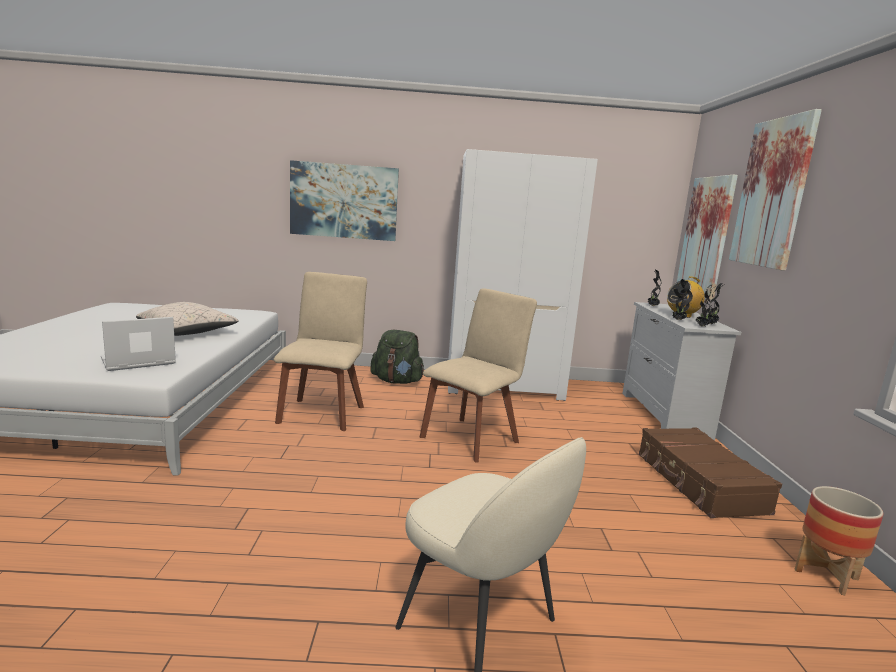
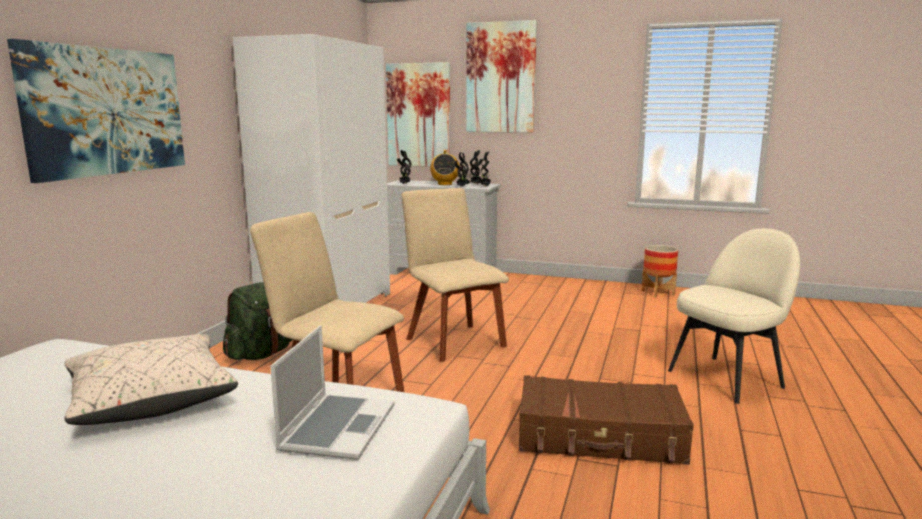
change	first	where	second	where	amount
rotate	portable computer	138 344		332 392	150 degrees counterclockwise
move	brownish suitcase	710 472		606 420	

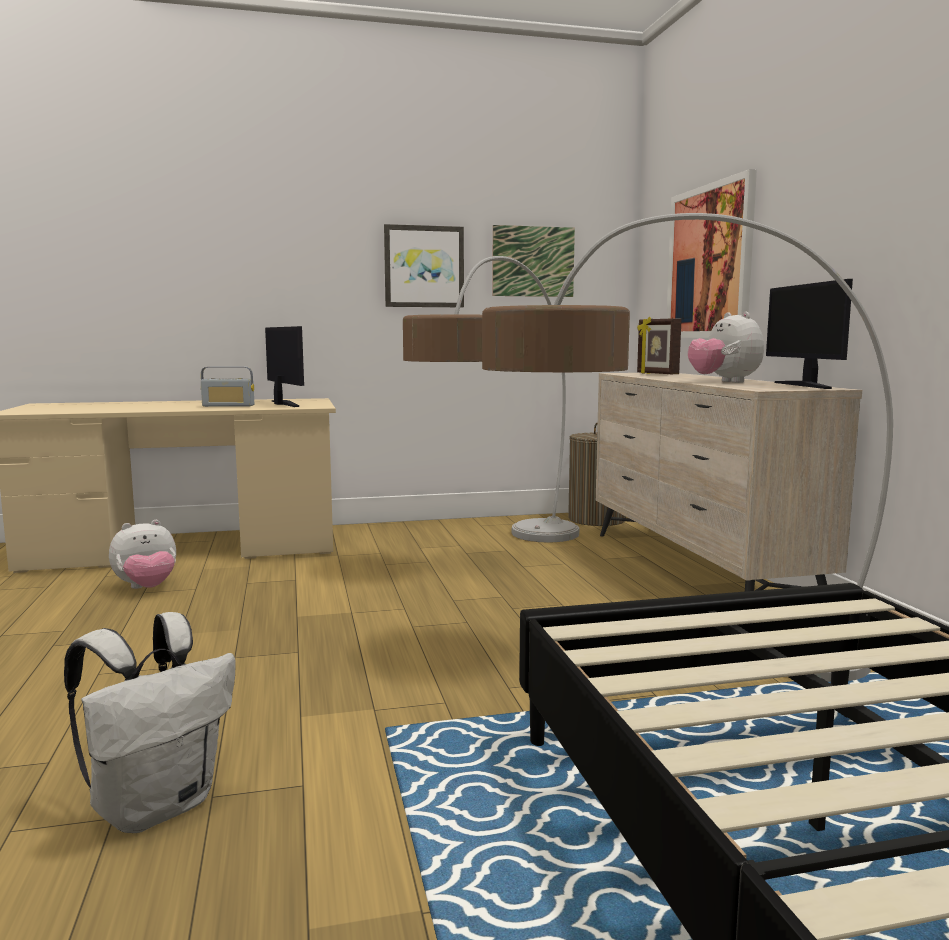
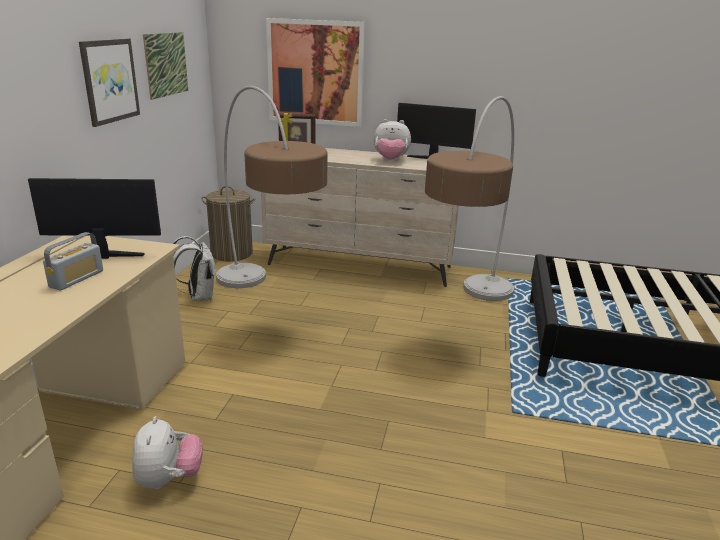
change	first	where	second	where	amount
move	whitish rucksack	149 722		194 268	

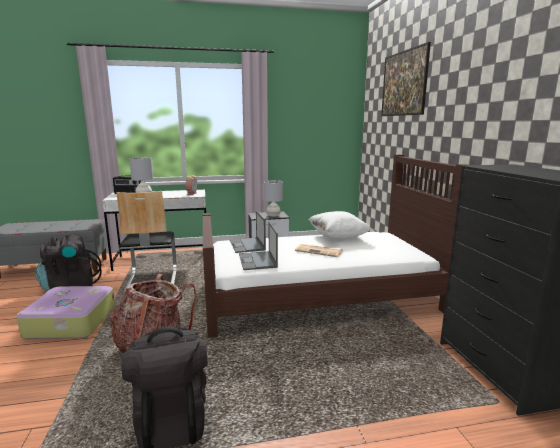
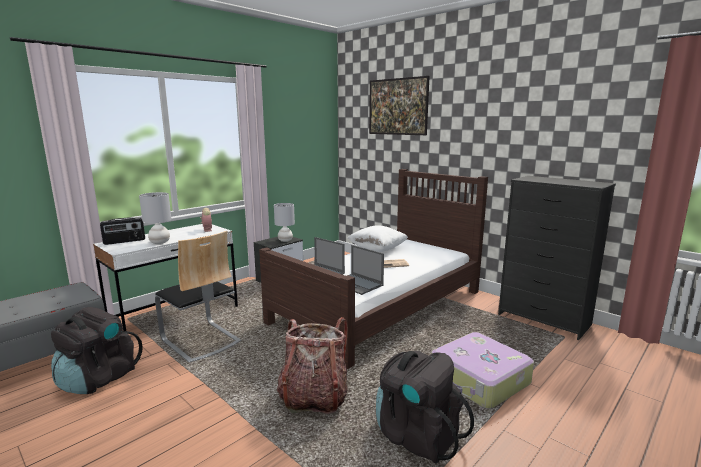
change	first	where	second	where	amount
move	suitcase	66 312		482 370	

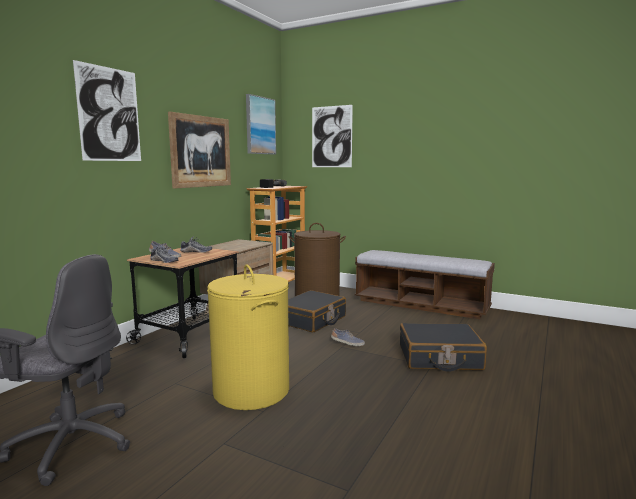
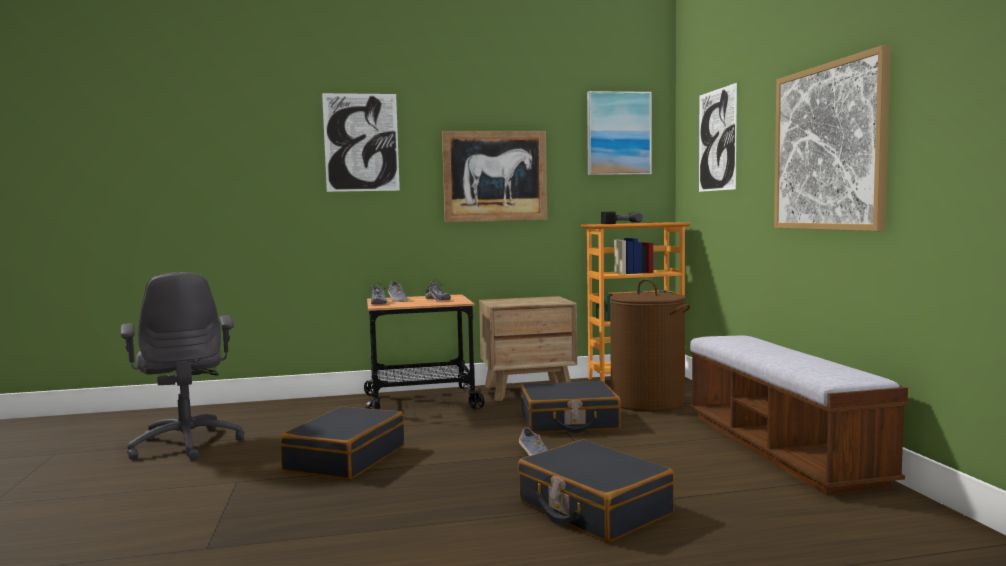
change	first	where	second	where	amount
replace	yellowish hamper	248 337	blackish suitcase	342 443	
insert			picture	832 138	

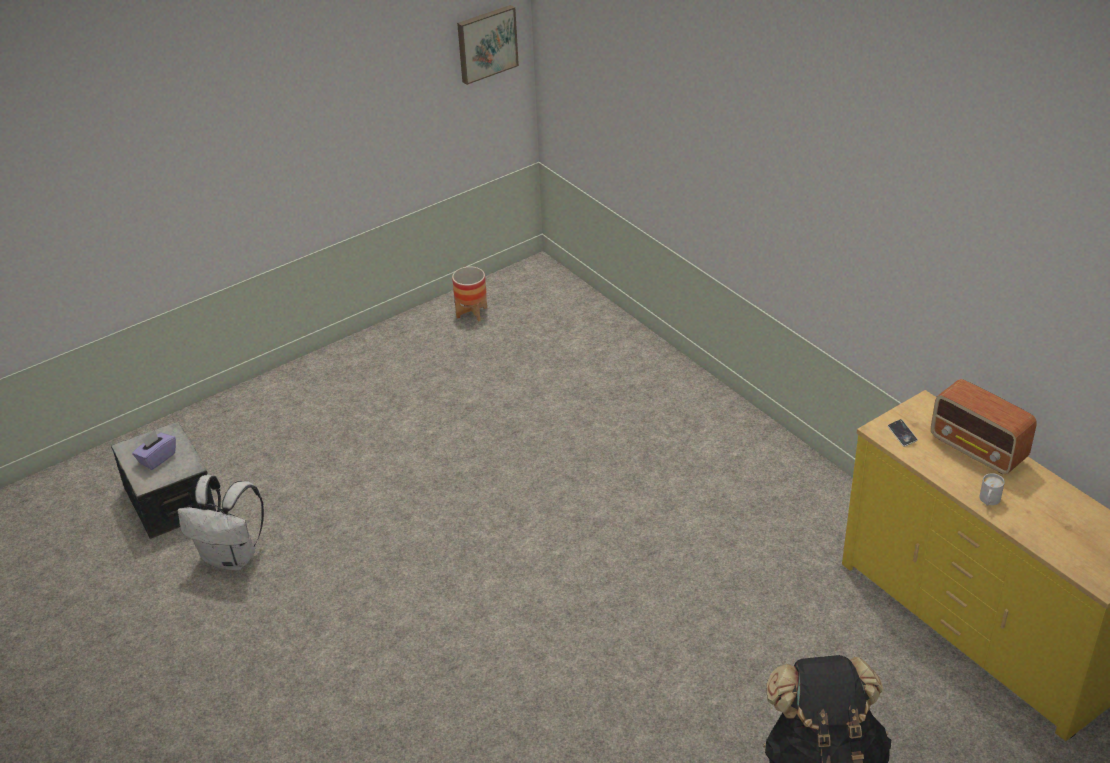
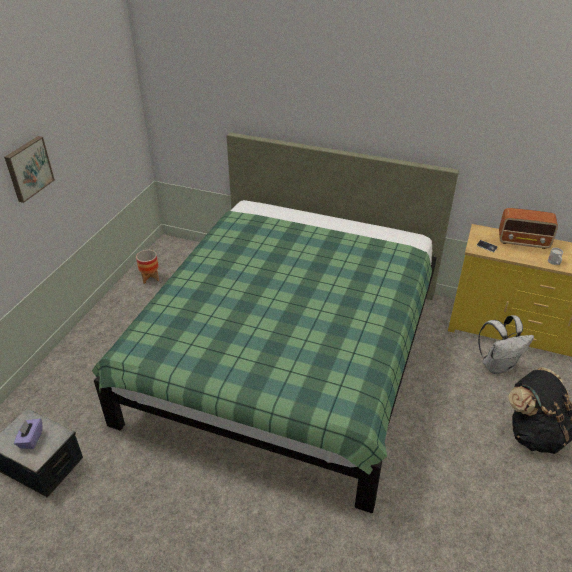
change	first	where	second	where	amount
move	picture	488 45		29 169	
insert			green bed	275 322	
move	whitish rucksack	221 523		506 344	

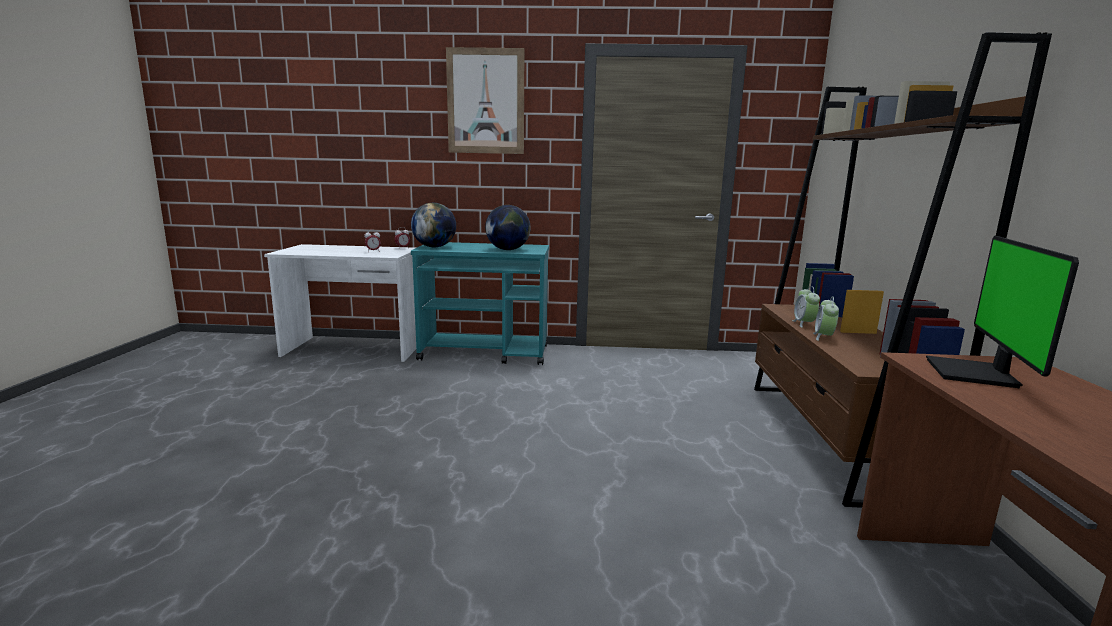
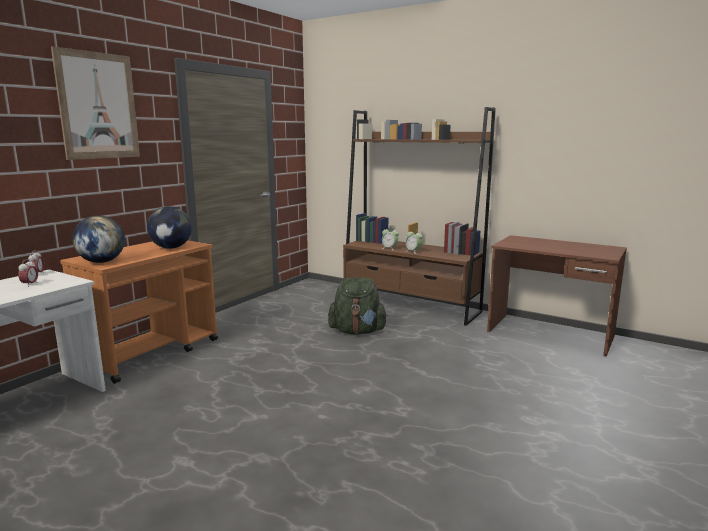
change	first	where	second	where	amount
recolor	blue-green cart	480 303	orangey cart	139 312	
insert			green rucksack	358 306	
delete	monitor	1002 312			

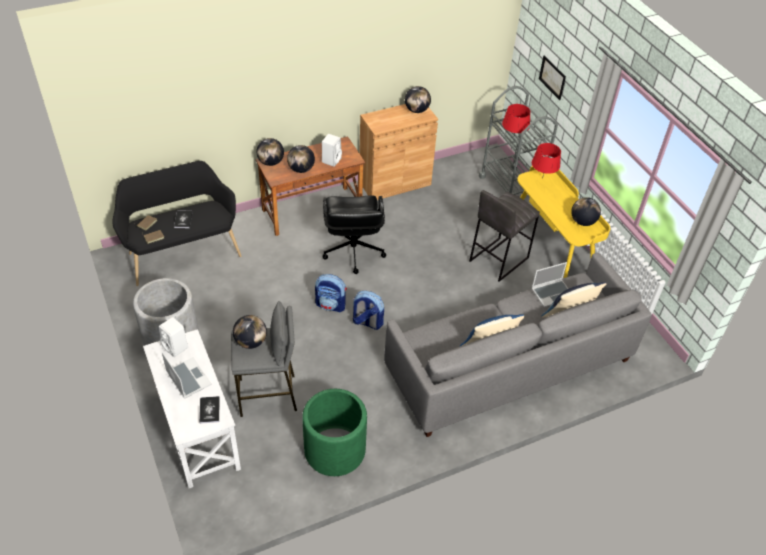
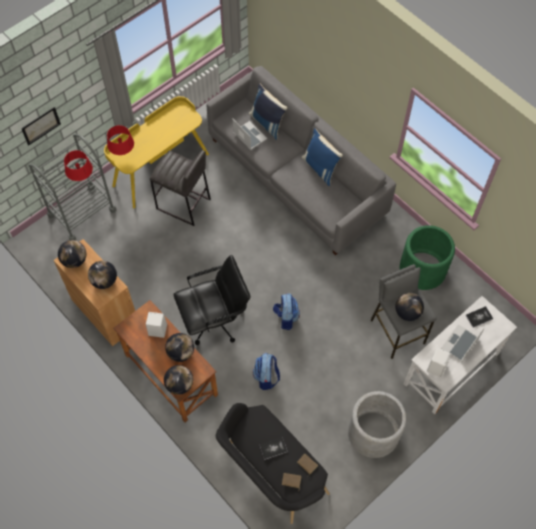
change	first	where	second	where	amount
move	desk globe	586 211		102 275	
move	rucksack	368 310		266 371	

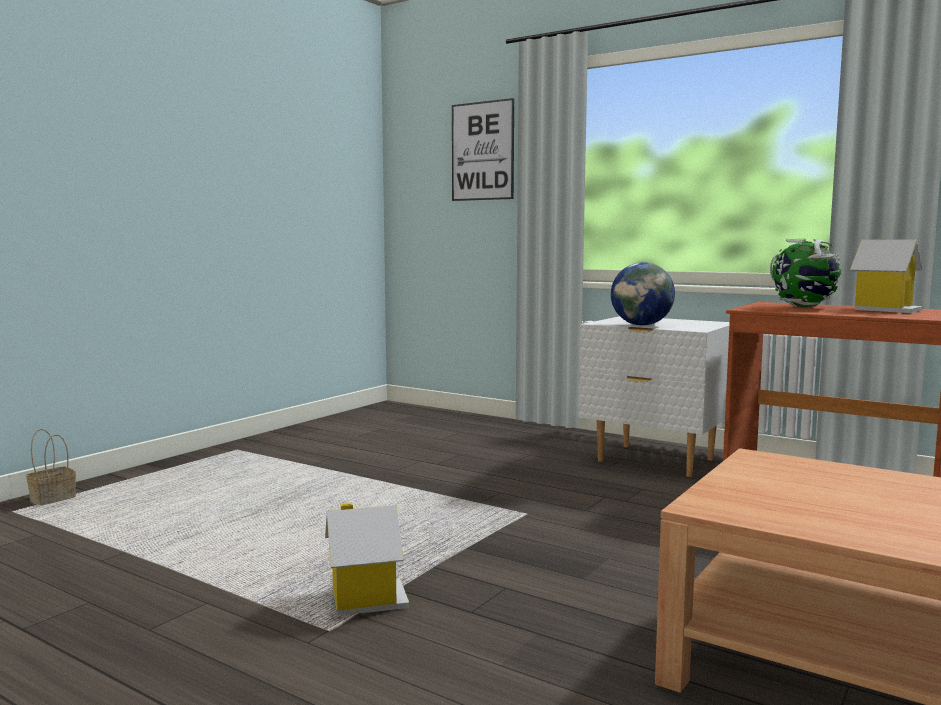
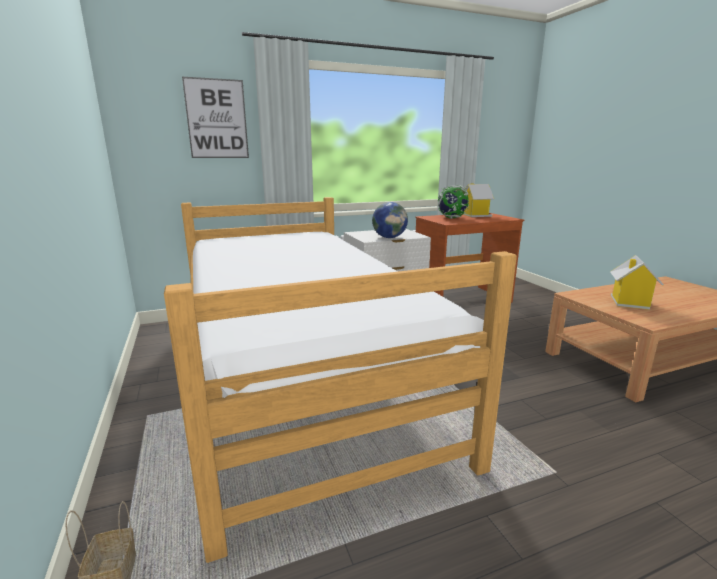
change	first	where	second	where	amount
insert			bed	340 380	
move	miniature house	367 559		637 282	

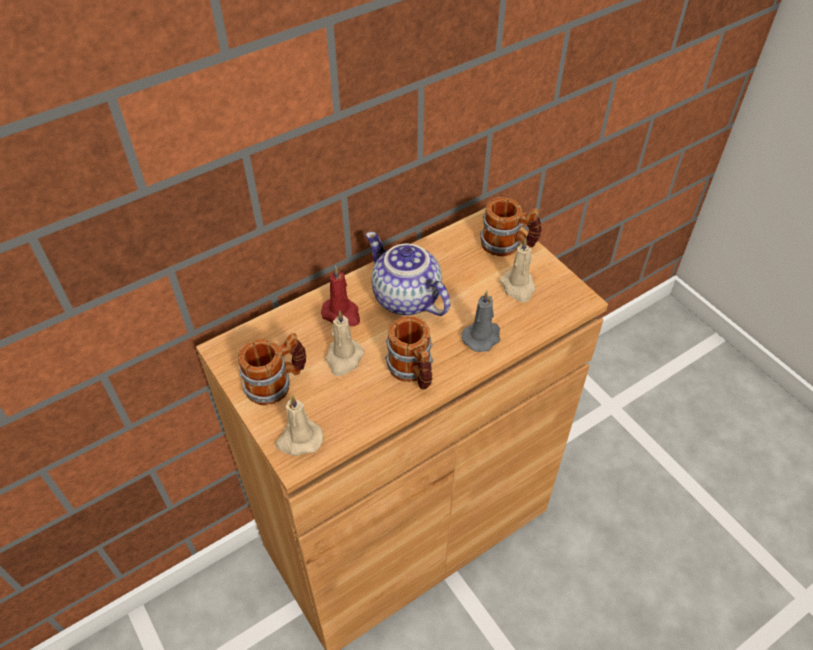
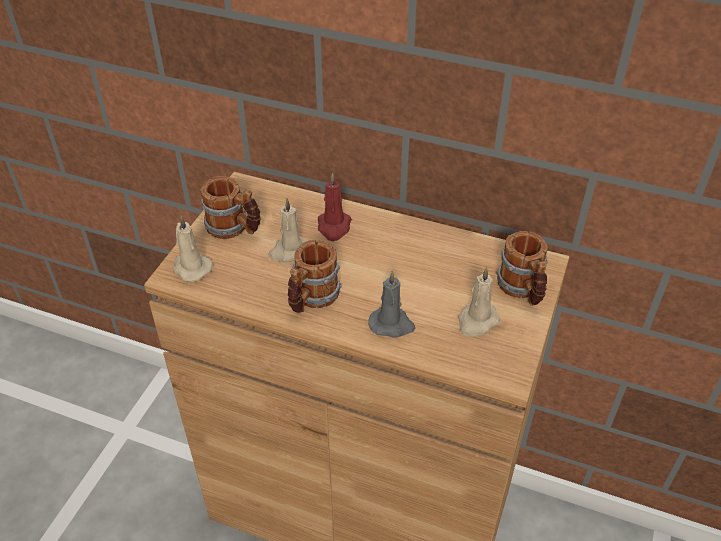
change	first	where	second	where	amount
delete	tea pot	408 274			

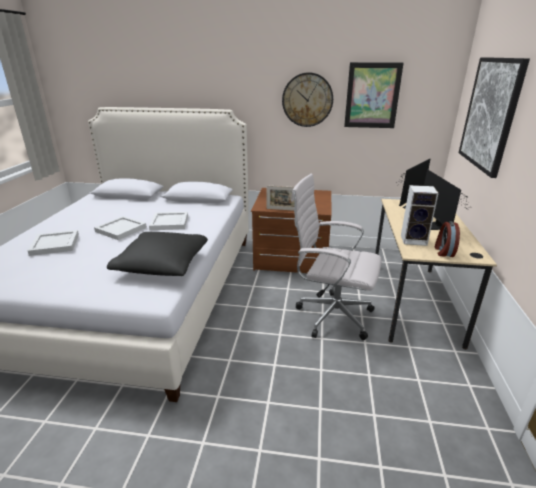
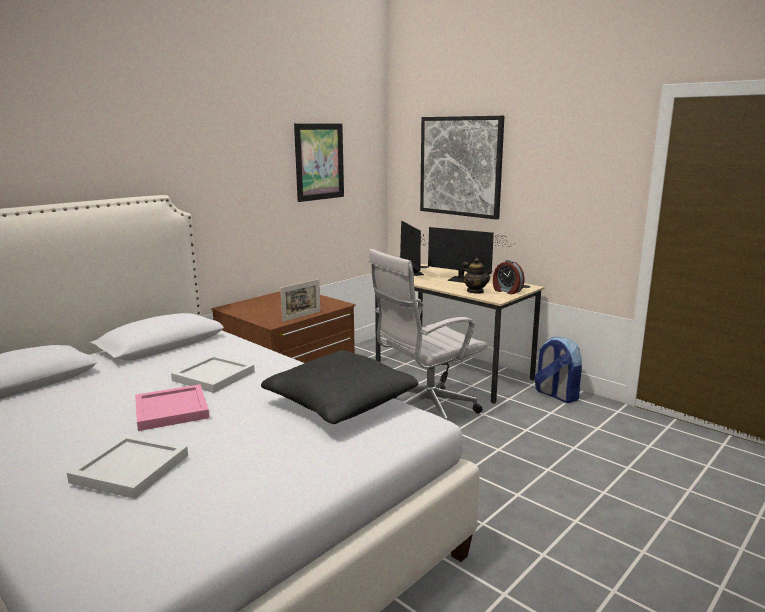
change	first	where	second	where	amount
recolor	whitish tray	120 228	pink-coloured tray	172 407	
replace	audio speaker	420 215	tea pot	476 276	
insert			rucksack	558 370	
delete	wall clock	307 99			

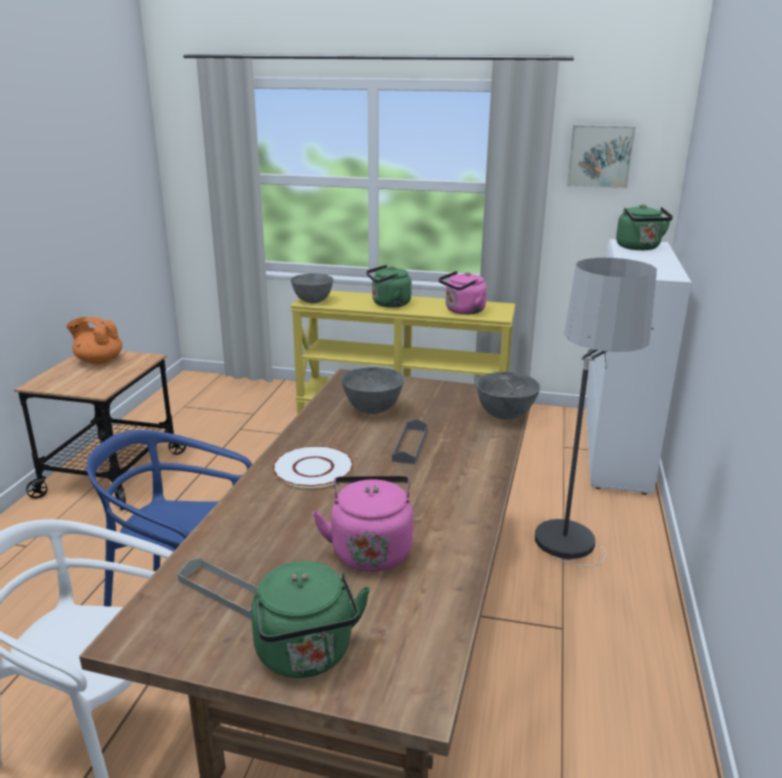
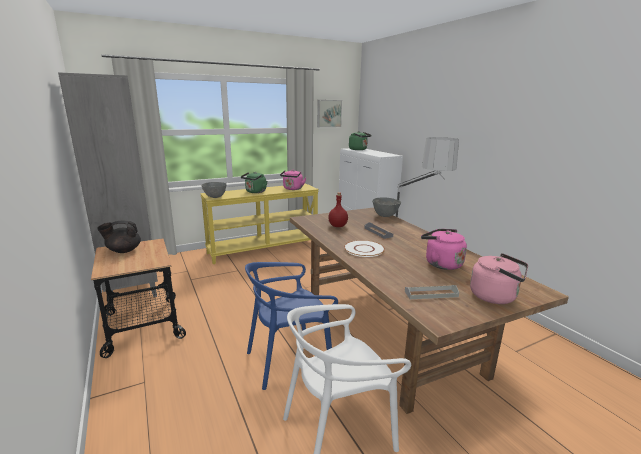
change	first	where	second	where	amount
insert			greyish bookcase	108 184	
recolor	orangey tea pot	94 341	blackish tea pot	119 236	
replace	greyish bowl	372 390	red bottle	338 209	
recolor	green water kettle	310 619	pink-coloured water kettle	499 278	

